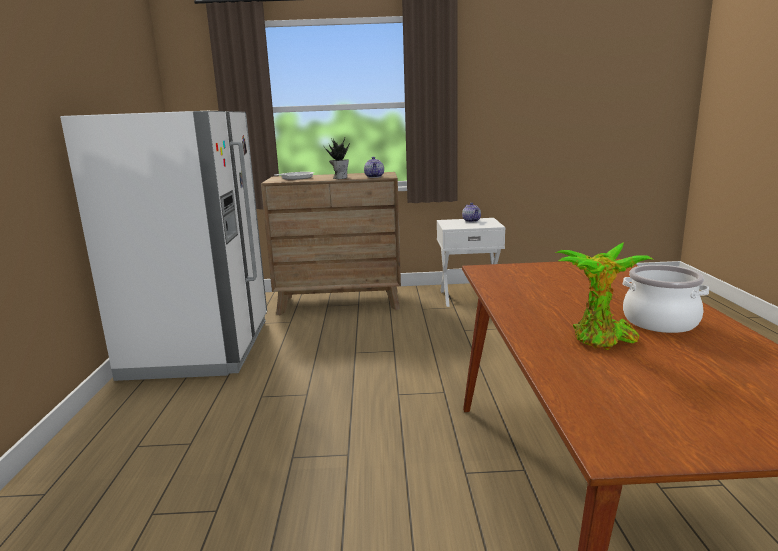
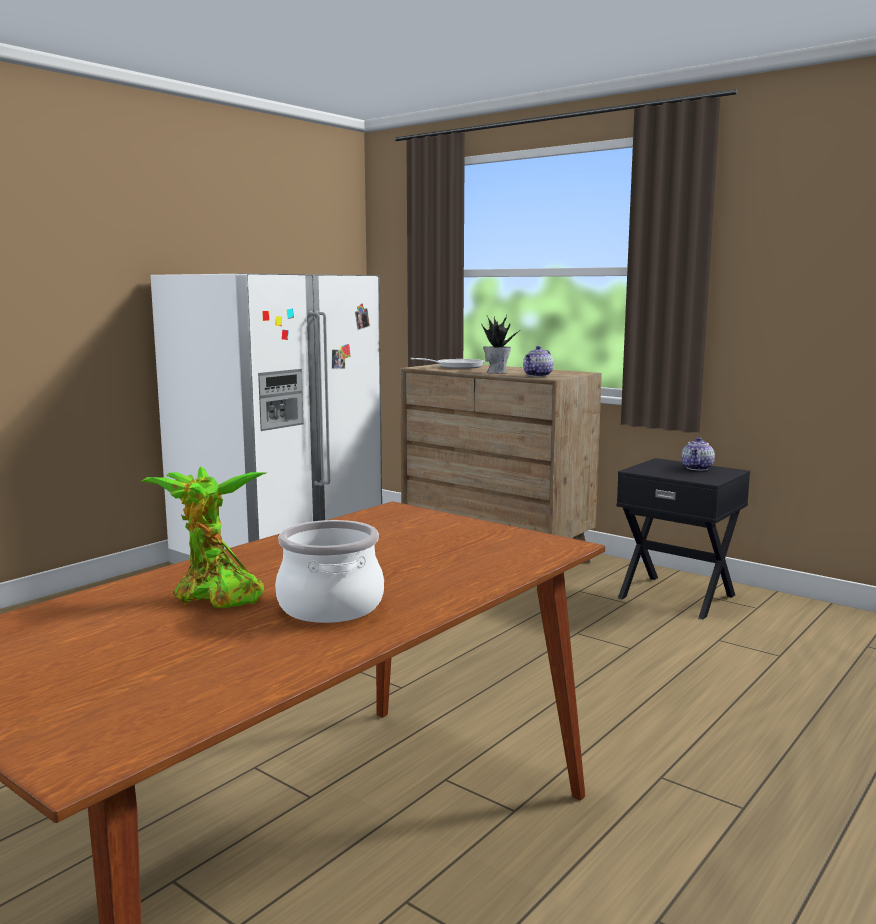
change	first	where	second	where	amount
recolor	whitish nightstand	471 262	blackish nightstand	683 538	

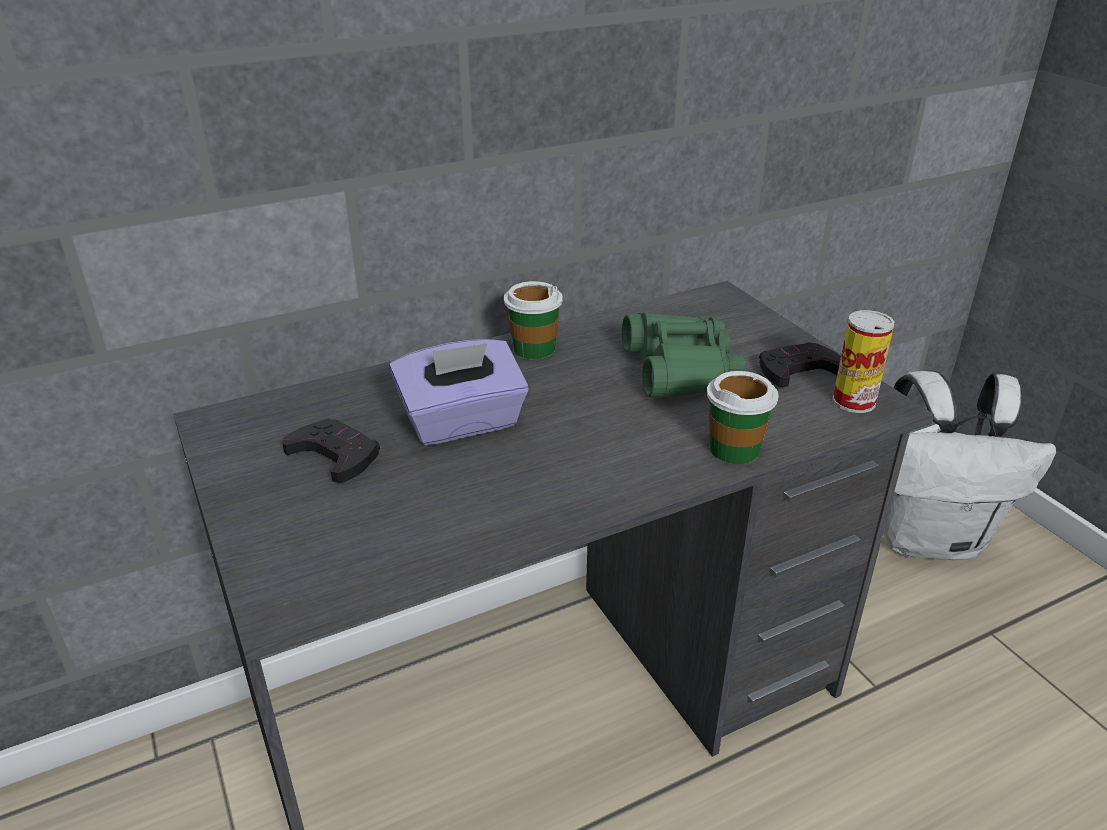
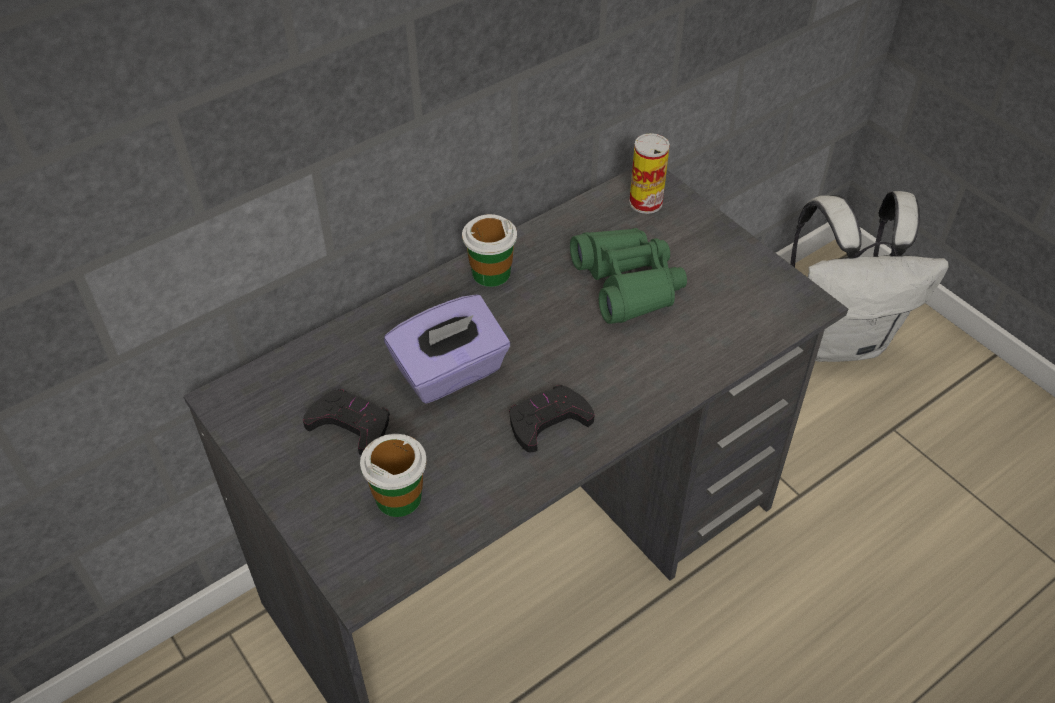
change	first	where	second	where	amount
move	cup	743 417		393 475	
move	blackish game controller	800 364		551 418	
move	sealed can	863 361		649 173	

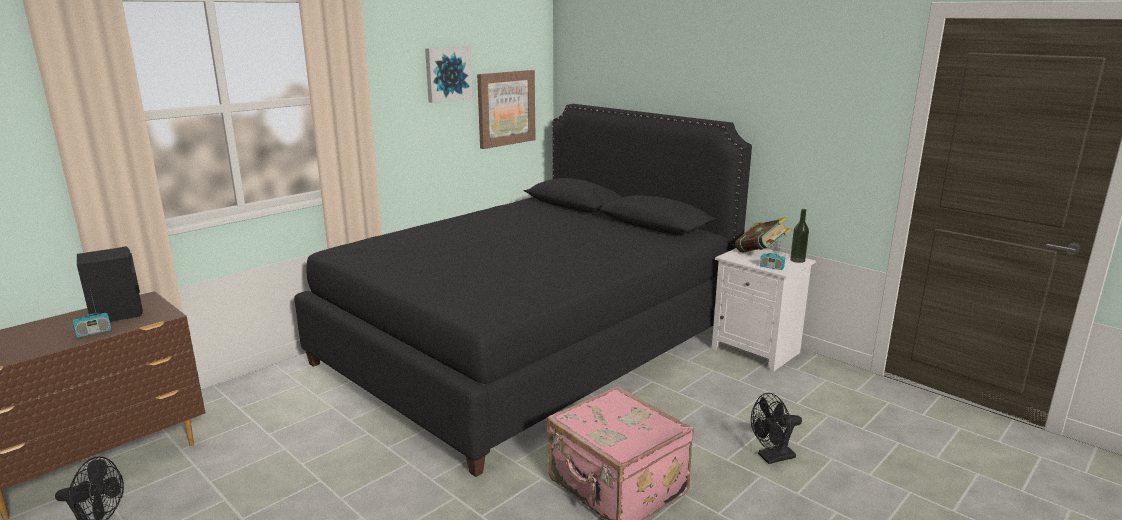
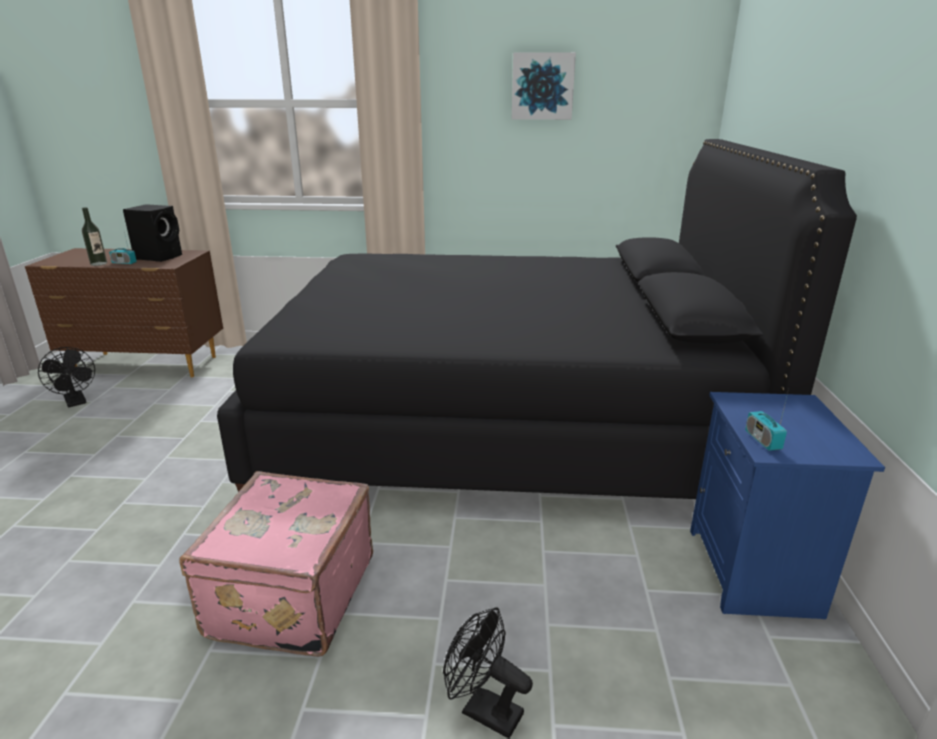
change	first	where	second	where	amount
move	bottle	799 236		94 236	
recolor	whitish nightstand	764 310	bluish nightstand	787 505	
delete	picture	506 109			
delete	book	763 235			

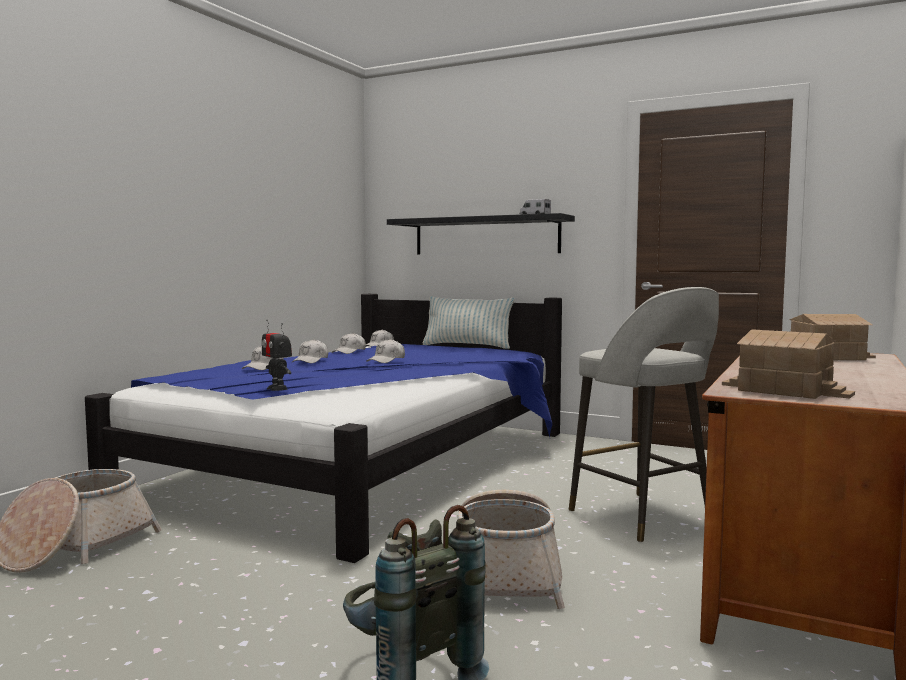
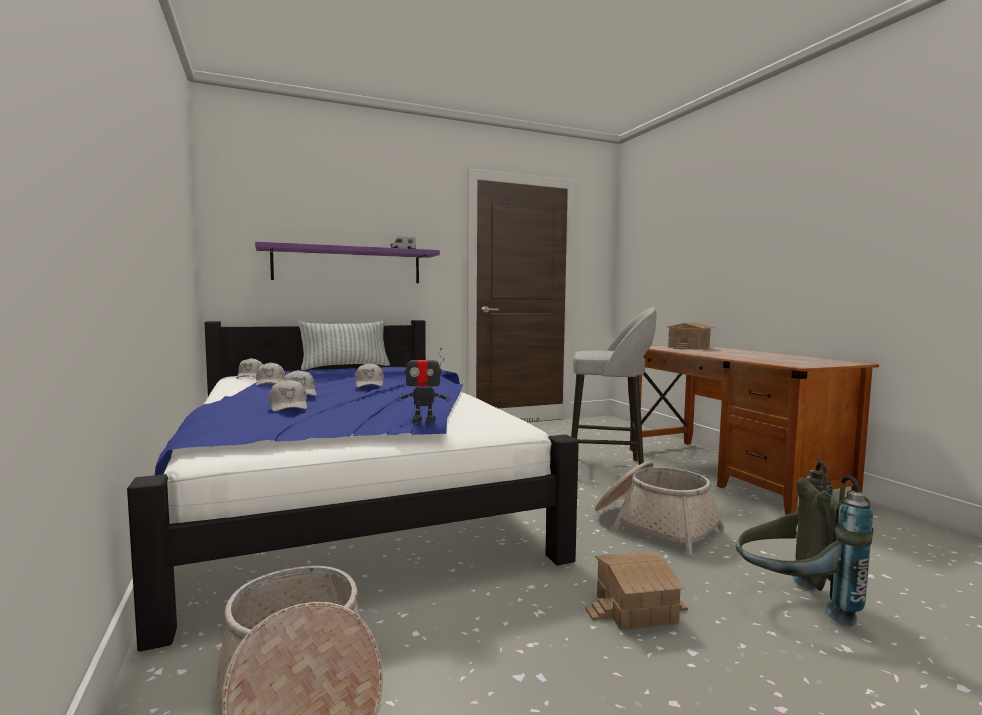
change	first	where	second	where	amount
recolor	blackish bracket shelf	481 233	purplish bracket shelf	347 262	
move	miniature house	788 364		636 591	

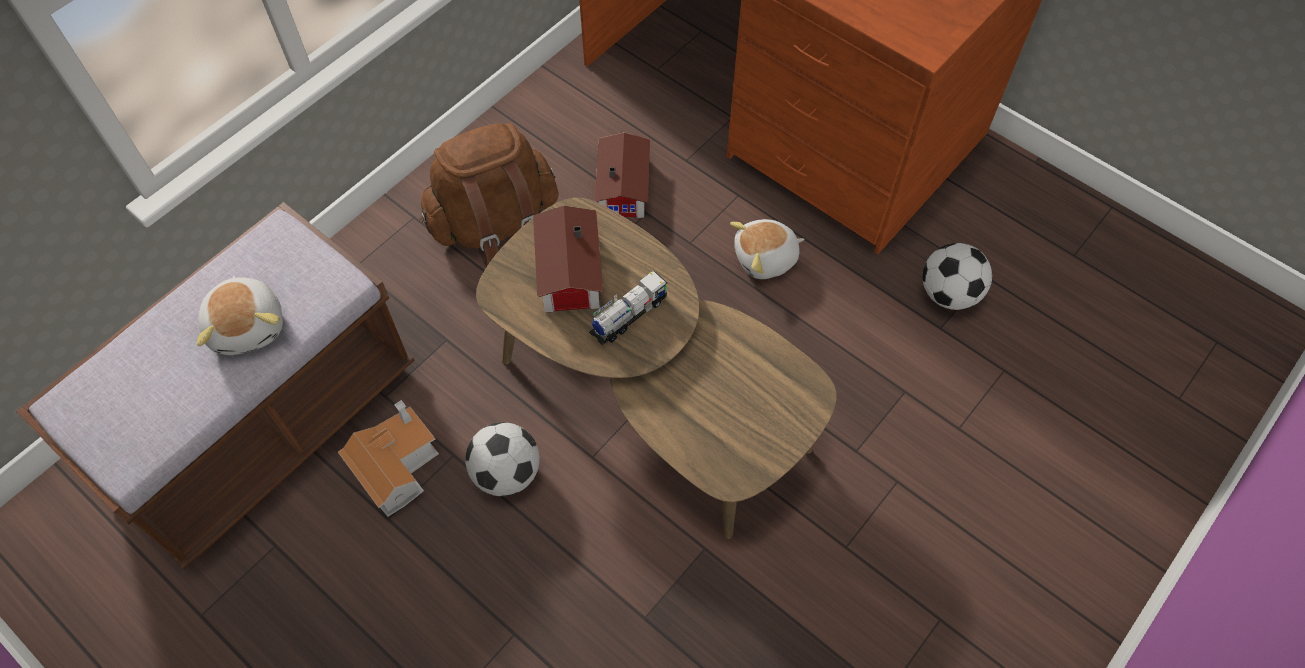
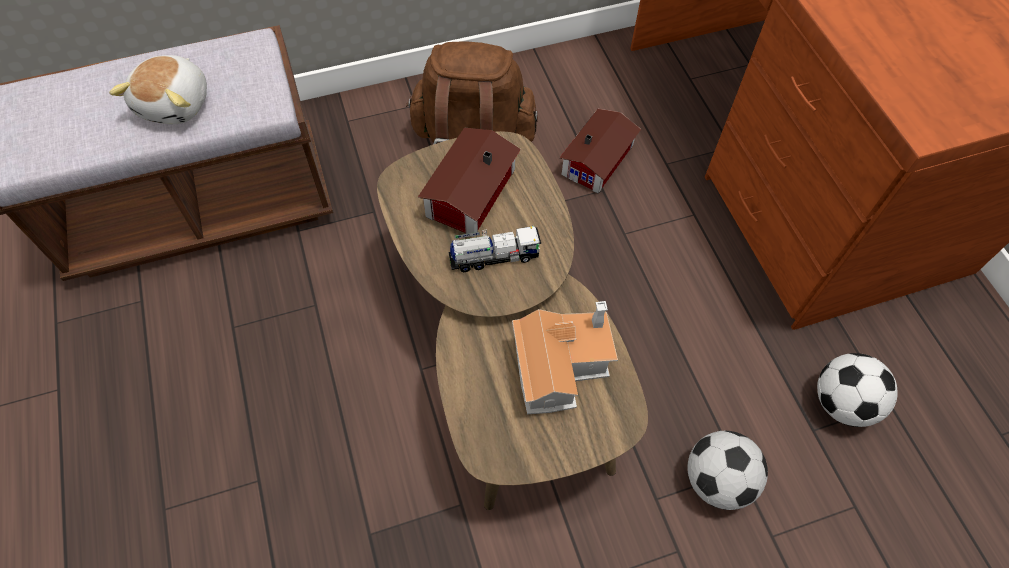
change	first	where	second	where	amount
move	miniature house	388 458		565 357	
move	football ball	502 459		727 470	
delete	plush toy	767 249			

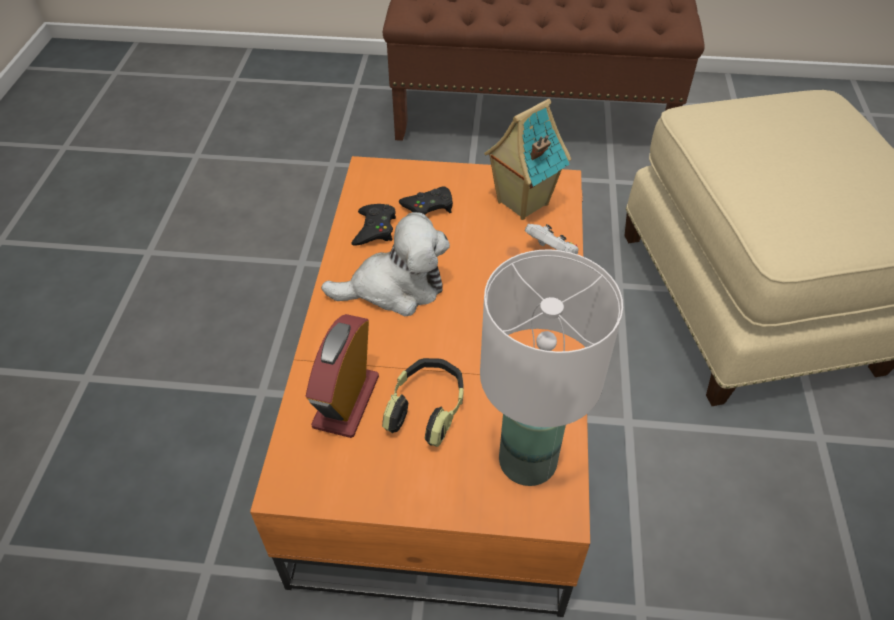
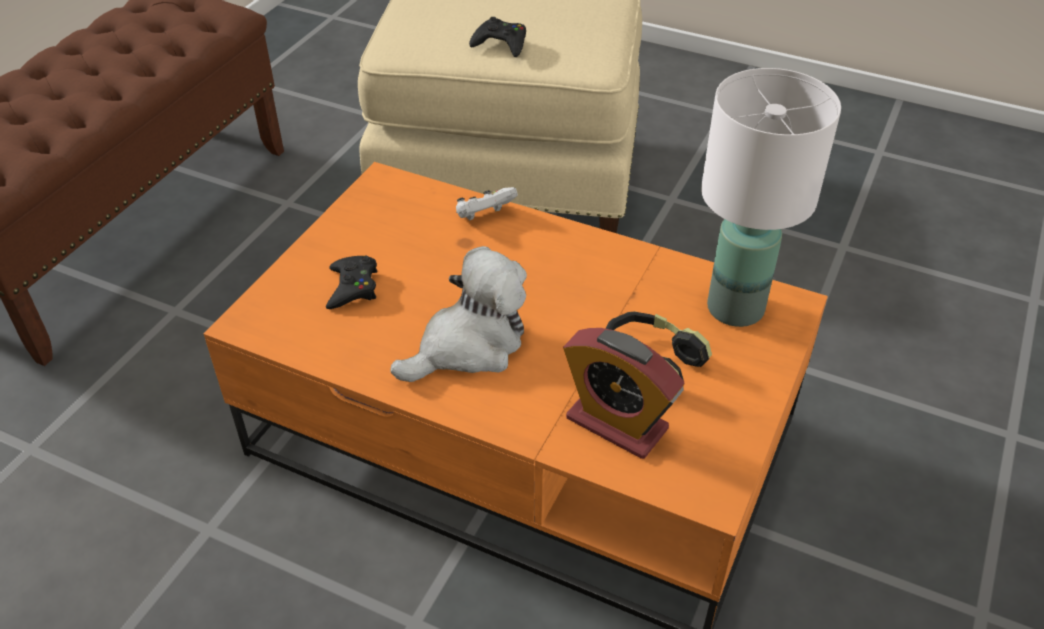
change	first	where	second	where	amount
rotate	plush toy	385 264		458 314	45 degrees clockwise
move	blackish game controller	374 225		497 37	
delete	miniature house	527 159			

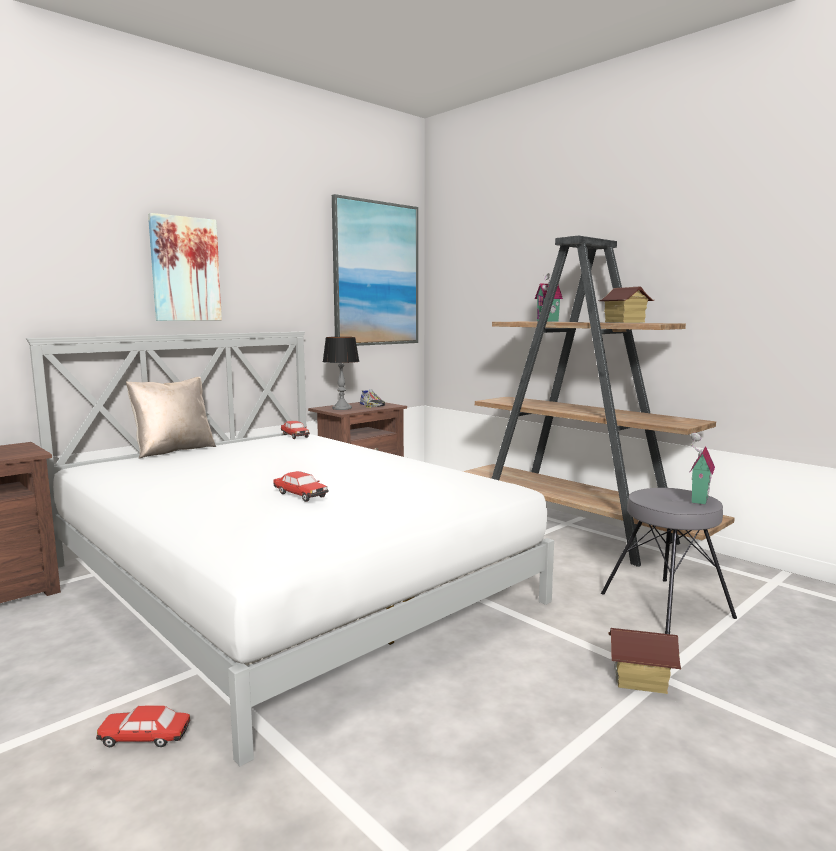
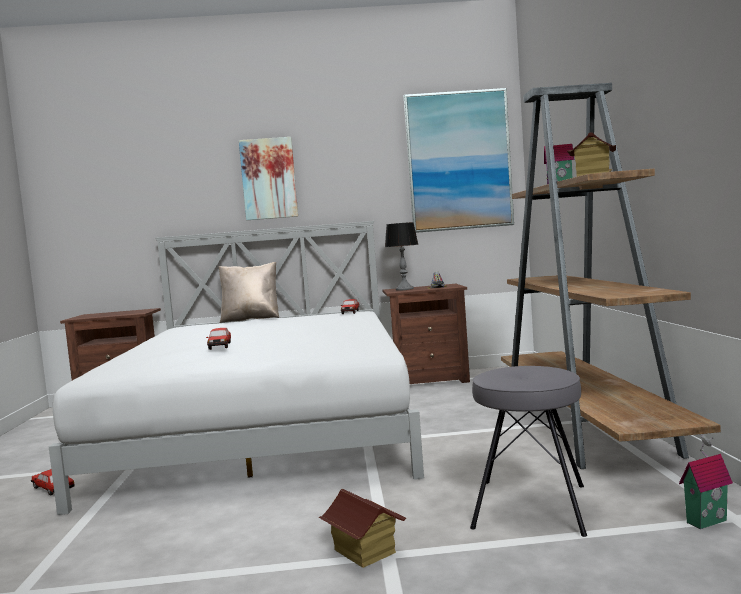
change	first	where	second	where	amount
move	miniature house	702 469		706 482	

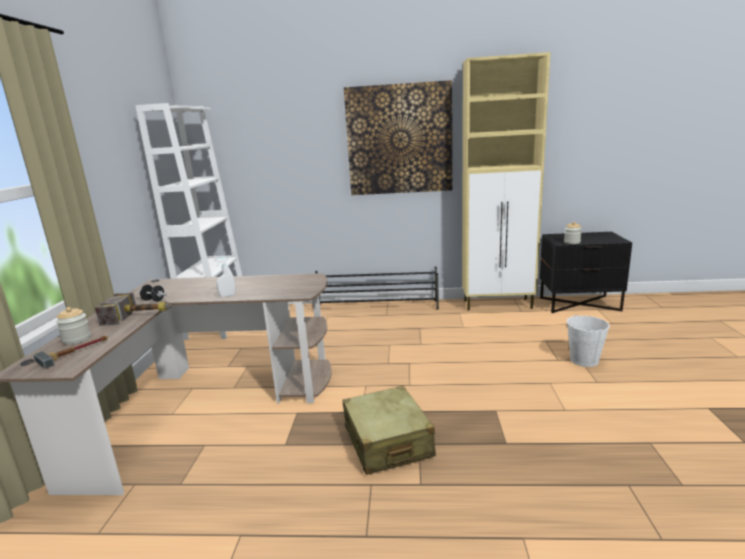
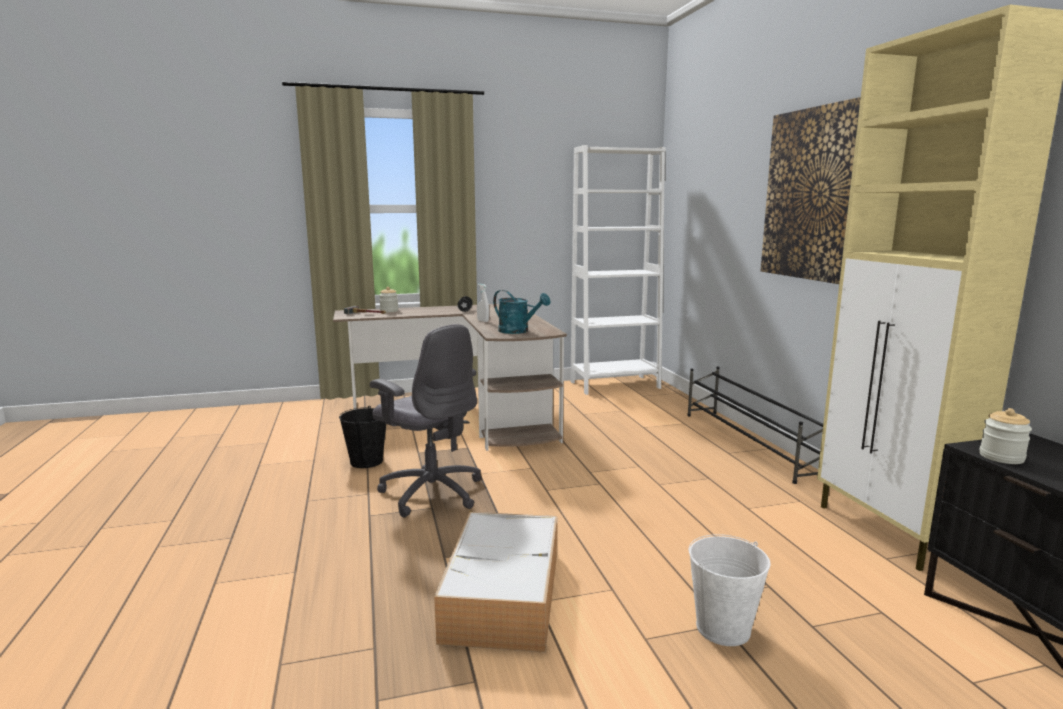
change	first	where	second	where	amount
insert			blackish pail	362 437	
replace	beige suitcase	389 430	greyish desk chair	425 420	
insert			storage box	495 582	
insert			blue-green sprinkling can	522 312	
delete	hammer	133 309			

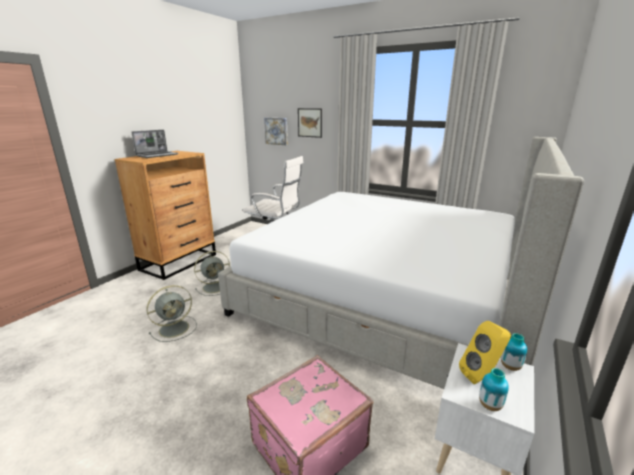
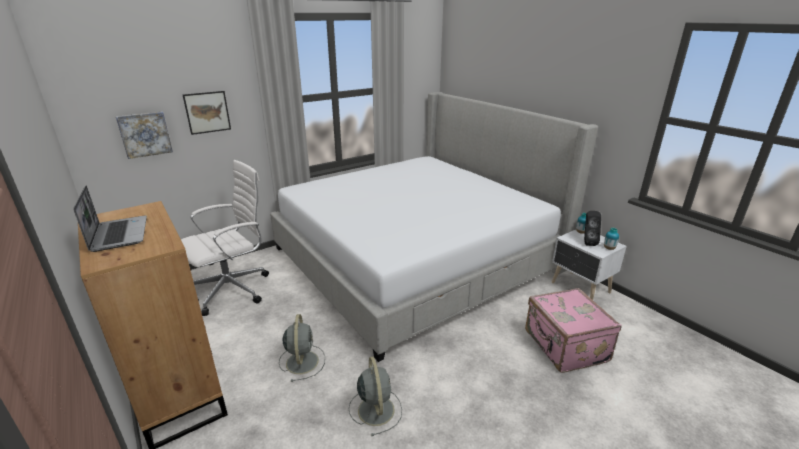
change	first	where	second	where	amount
recolor	yellowish audio speaker	485 352	blackish audio speaker	592 228	

